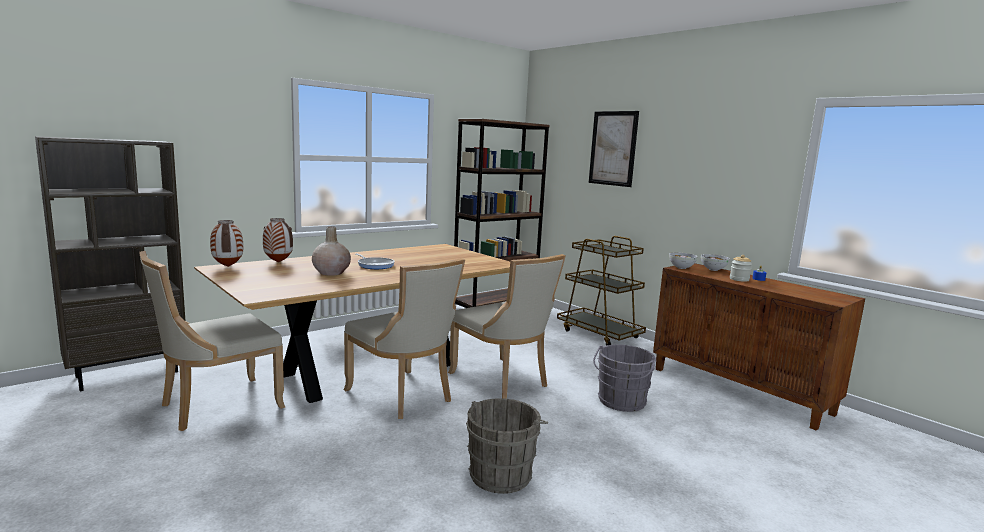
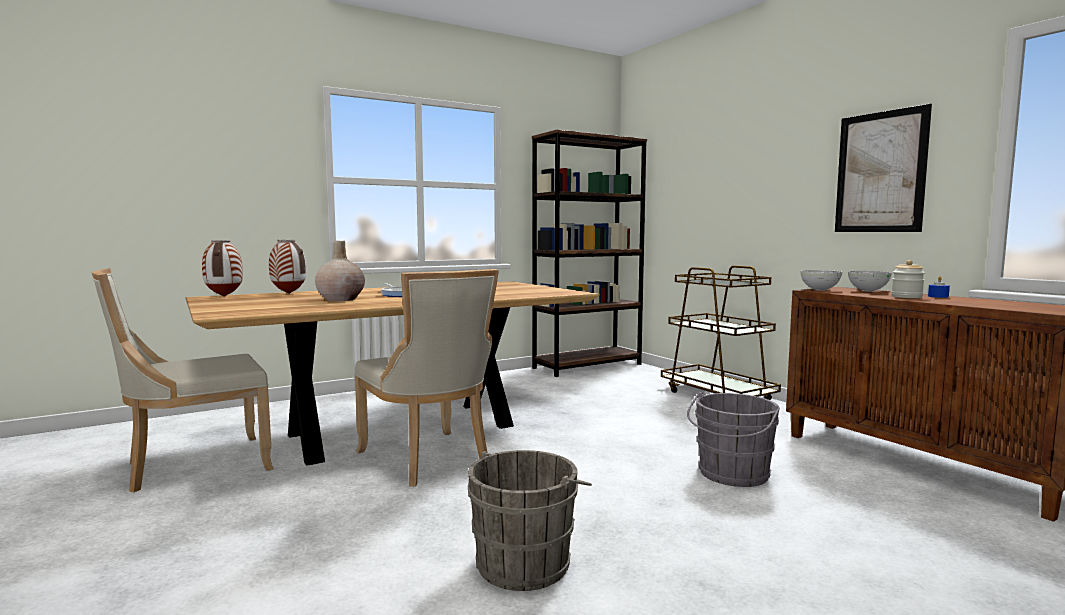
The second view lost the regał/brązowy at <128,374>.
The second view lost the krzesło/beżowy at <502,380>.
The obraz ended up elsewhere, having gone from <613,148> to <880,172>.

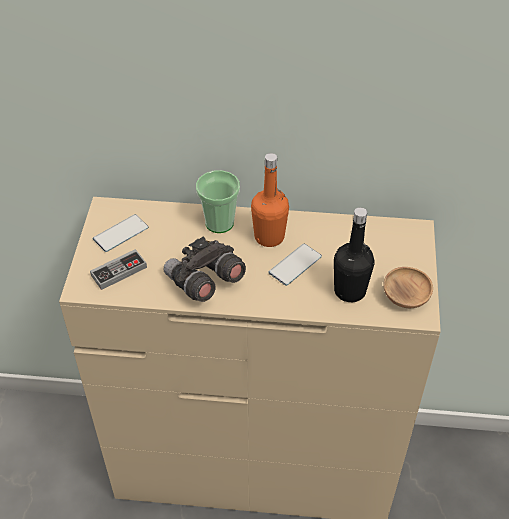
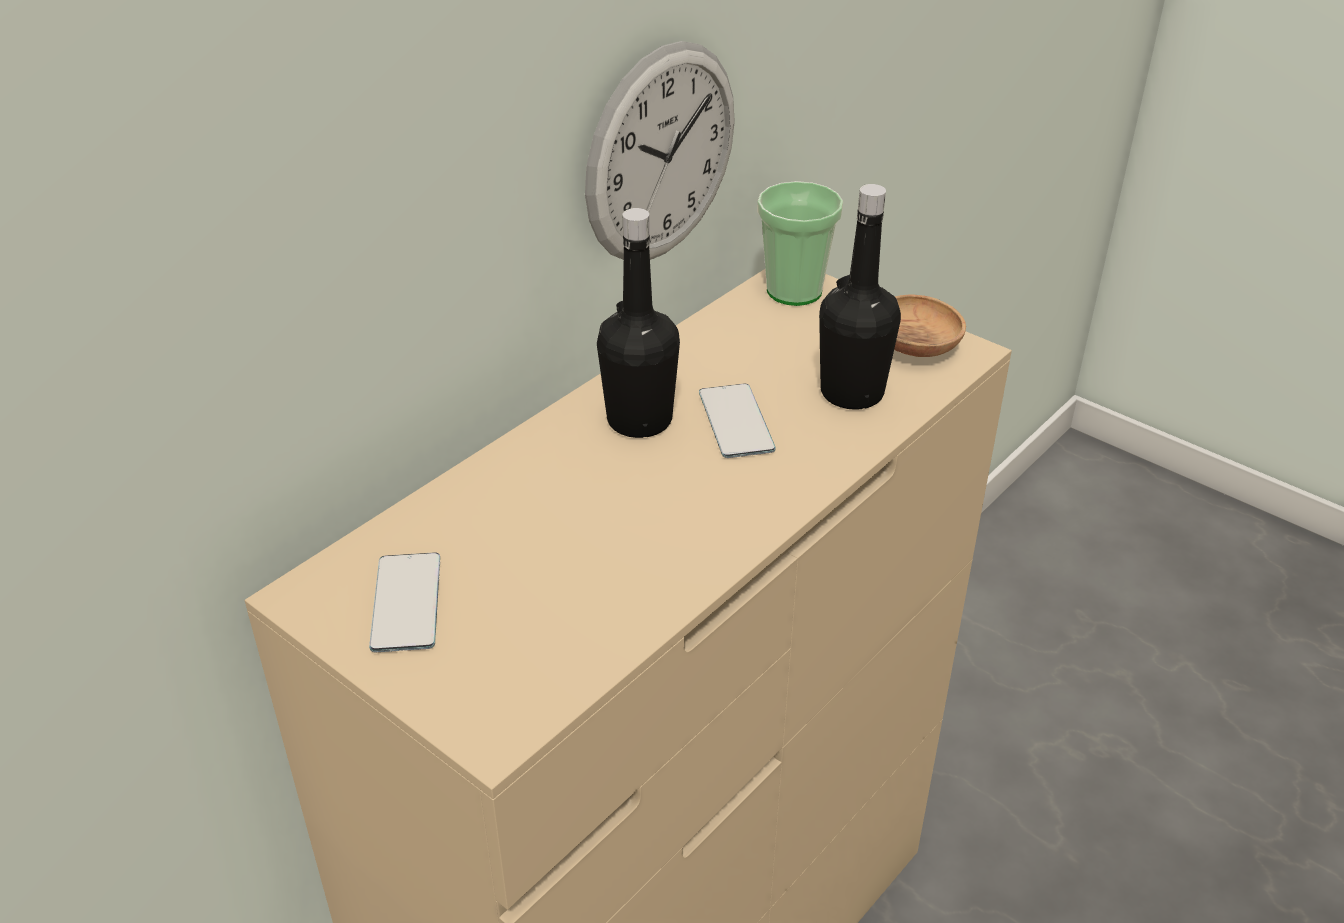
The second view lost the pad do gier at <119,271>.
The second view lost the lornetka/szary at <204,282>.
The second view gained the zegar ścienny at <662,154>.
The filiżanka ended up elsewhere, having gone from <219,223> to <794,291>.
What was the butelka/pomarańczowy at <269,237> turned into the butelka/czarny at <639,420>.

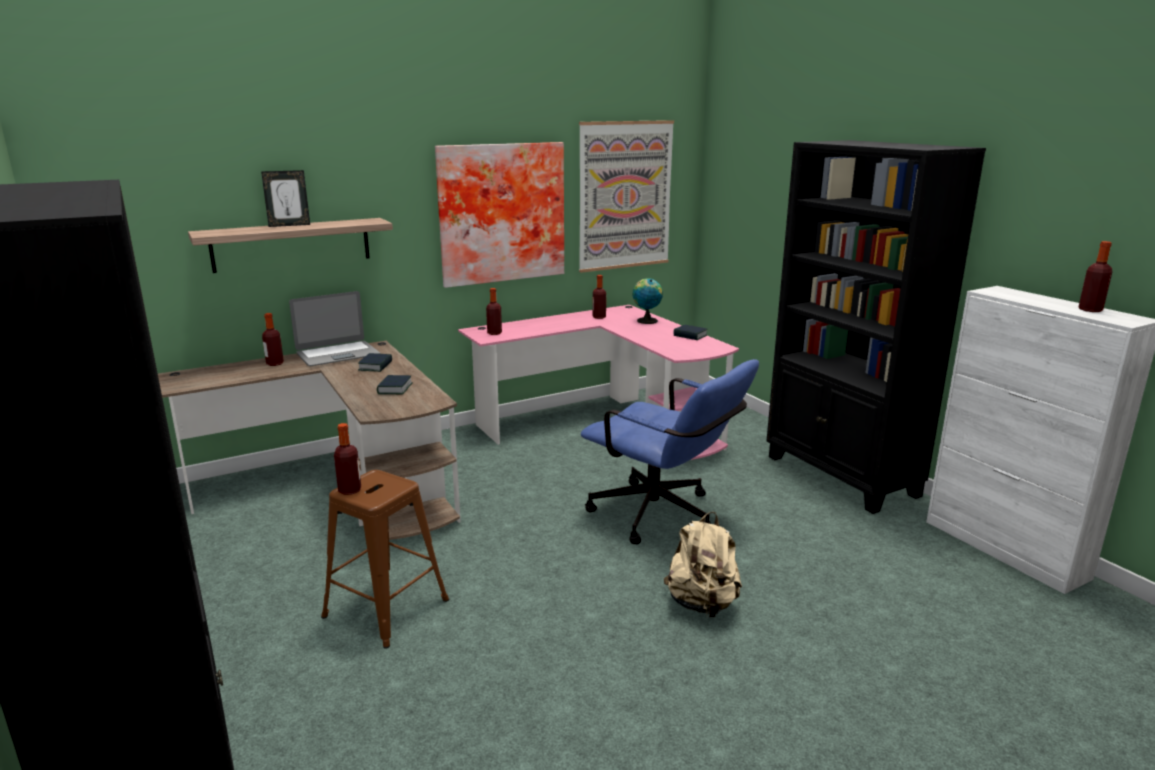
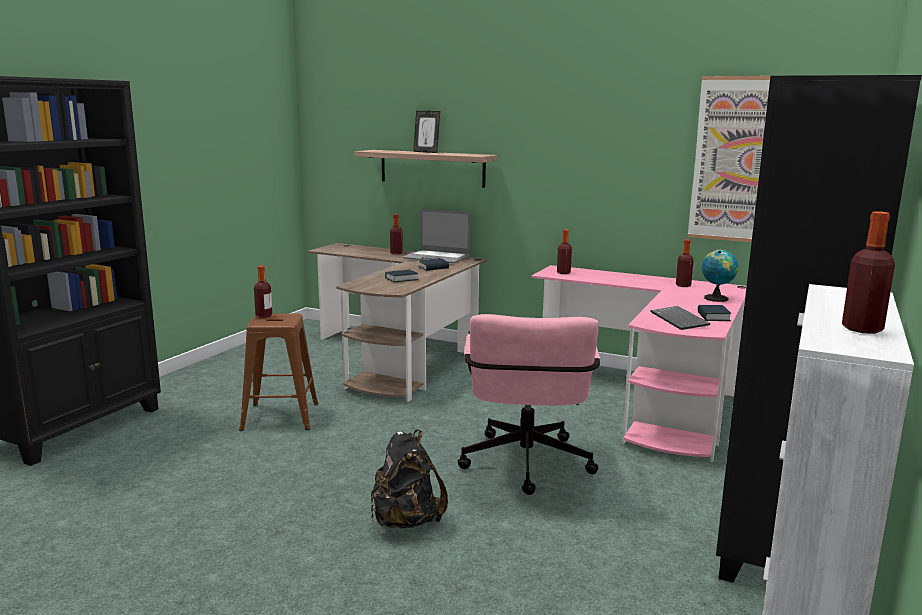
The second view lost the obraz at <500,213>.
The second view gained the klawiatura at <680,320>.
What was the krzesło biurowe/niebieski at <663,517> turned into the krzesło biurowe/różowy at <526,468>.
What was the plecak/beżowy at <702,604> turned into the plecak/czarny at <406,521>.

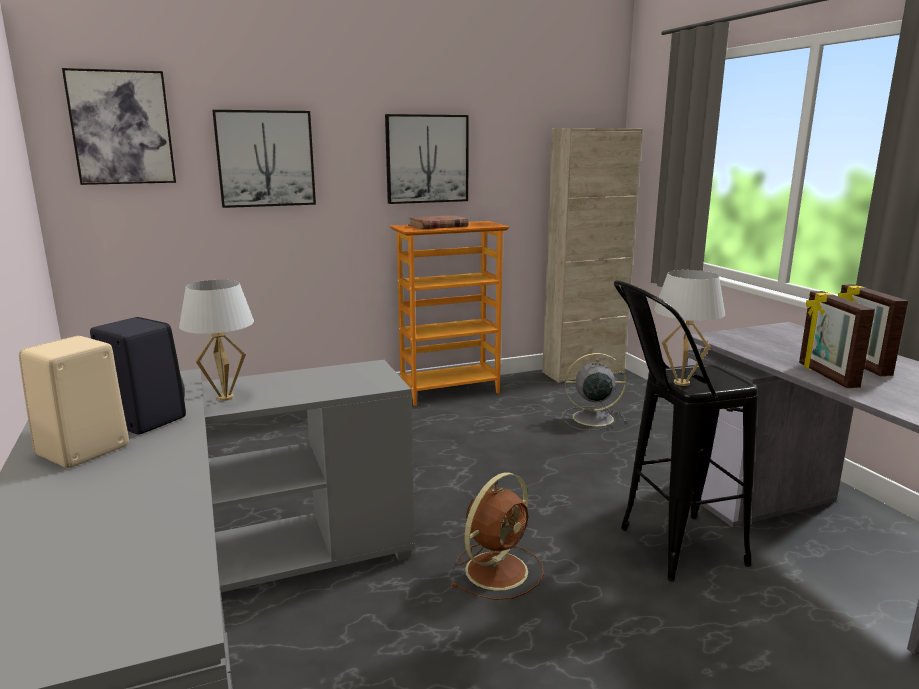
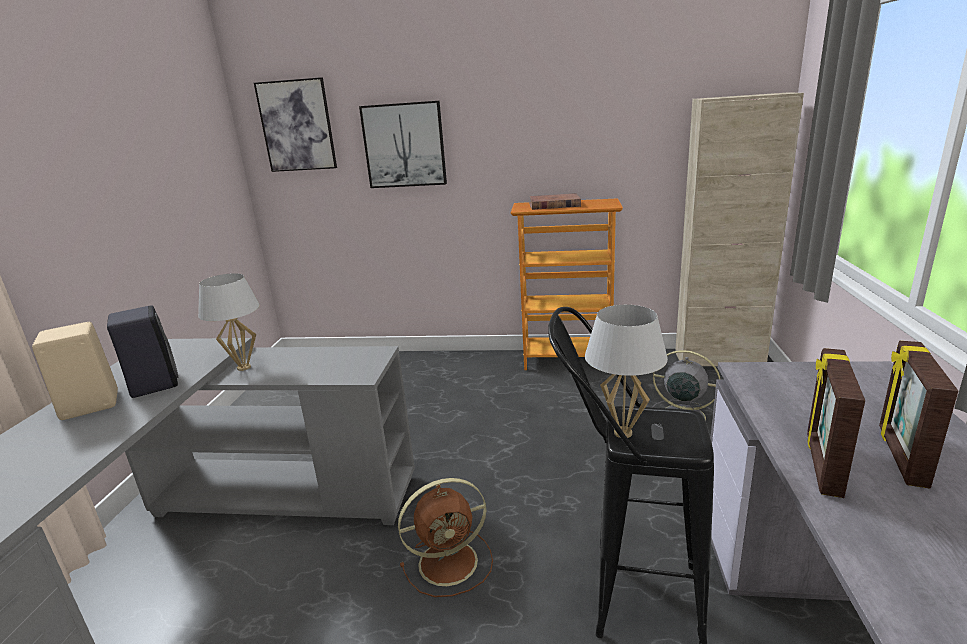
The second view lost the obraz at <427,159>.

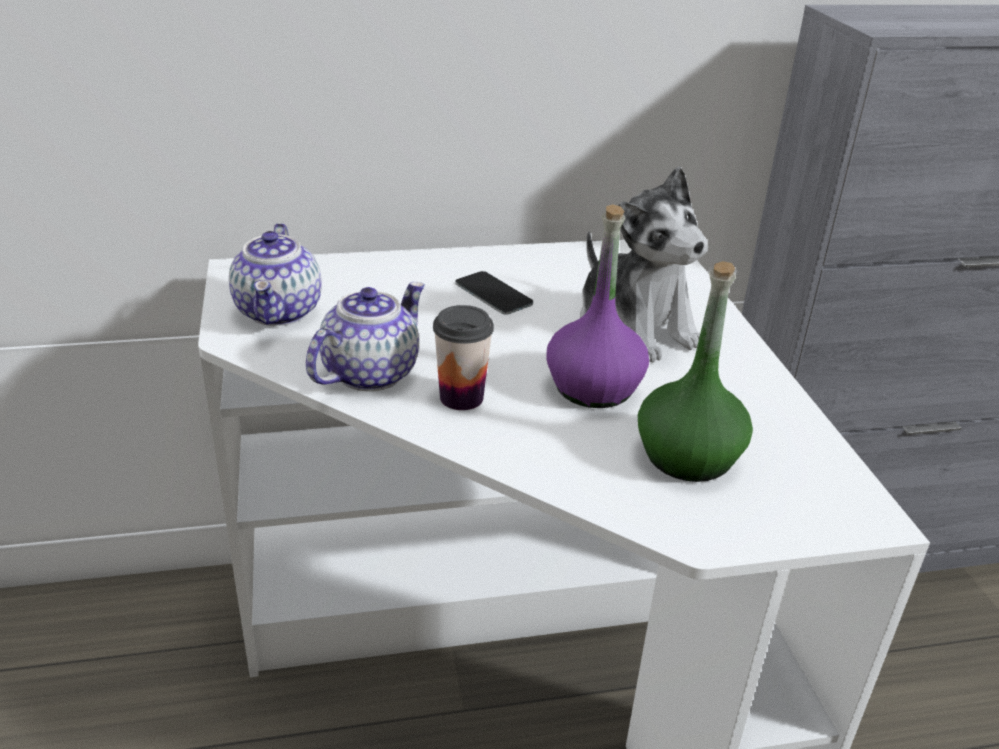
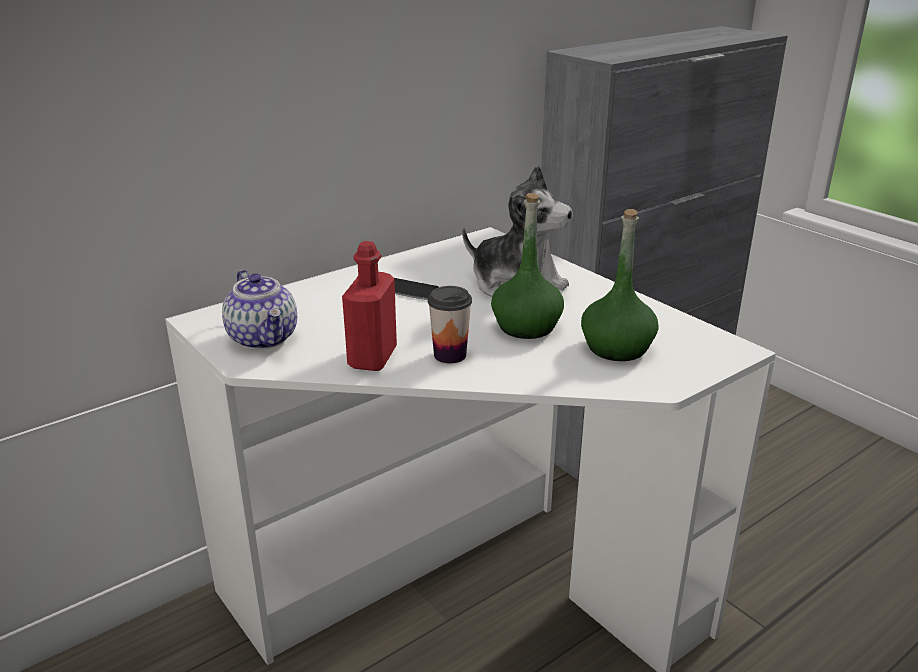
Where the imbryk stood at <370,372>, the butelka/czerwony came to stand at <372,358>.
What was the butelka/fioletowy at <594,388> turned into the butelka/zielony at <526,327>.

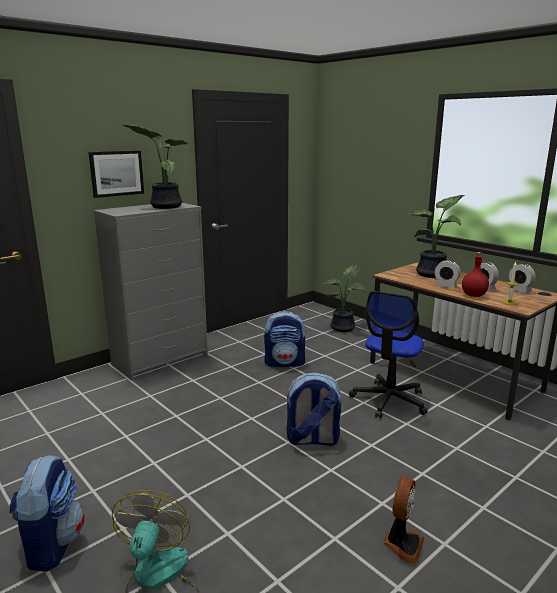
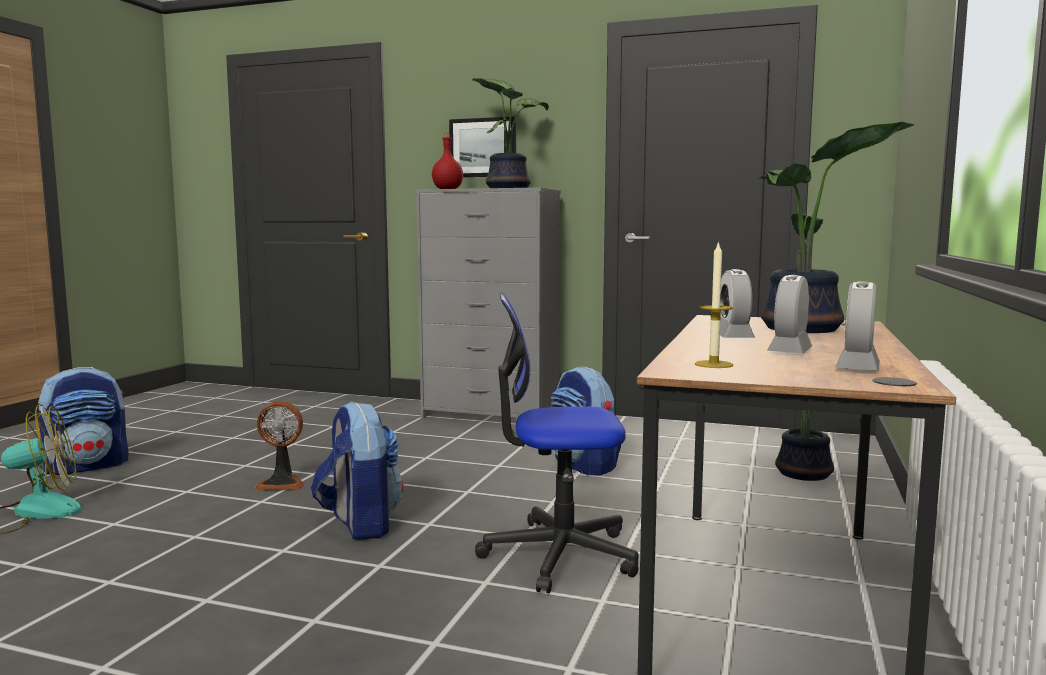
The wentylator ended up elsewhere, having gone from <402,544> to <282,483>.
The butelka/czerwony ended up elsewhere, having gone from <473,295> to <448,189>.

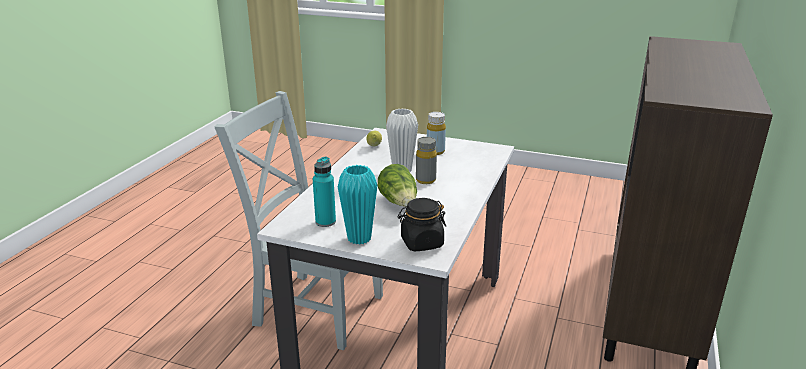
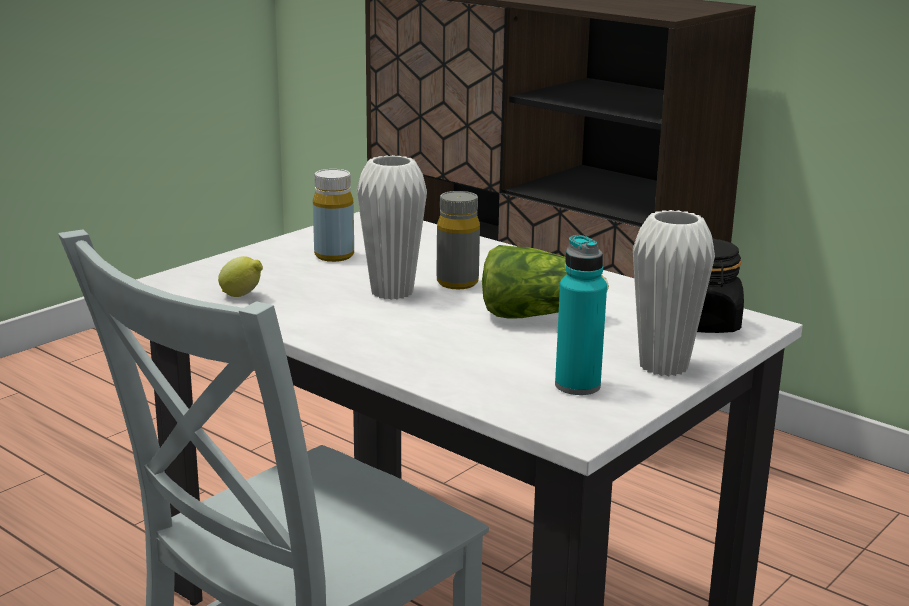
What was the wazon/turkusowy at <359,238> turned into the wazon/biały at <663,366>.

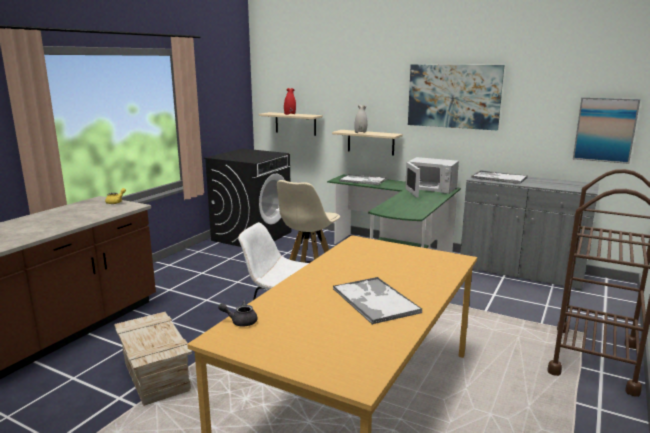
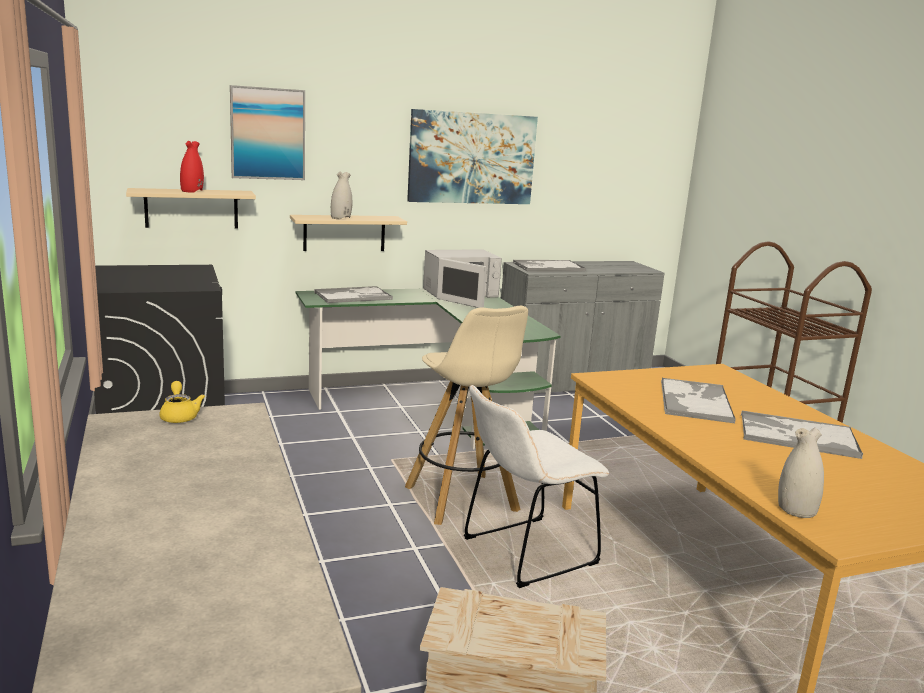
The second view gained the taca at <695,401>.
The obraz ended up elsewhere, having gone from <605,130> to <268,133>.
Where the imbryk/szary stood at <240,321>, the wazon/biały came to stand at <796,510>.

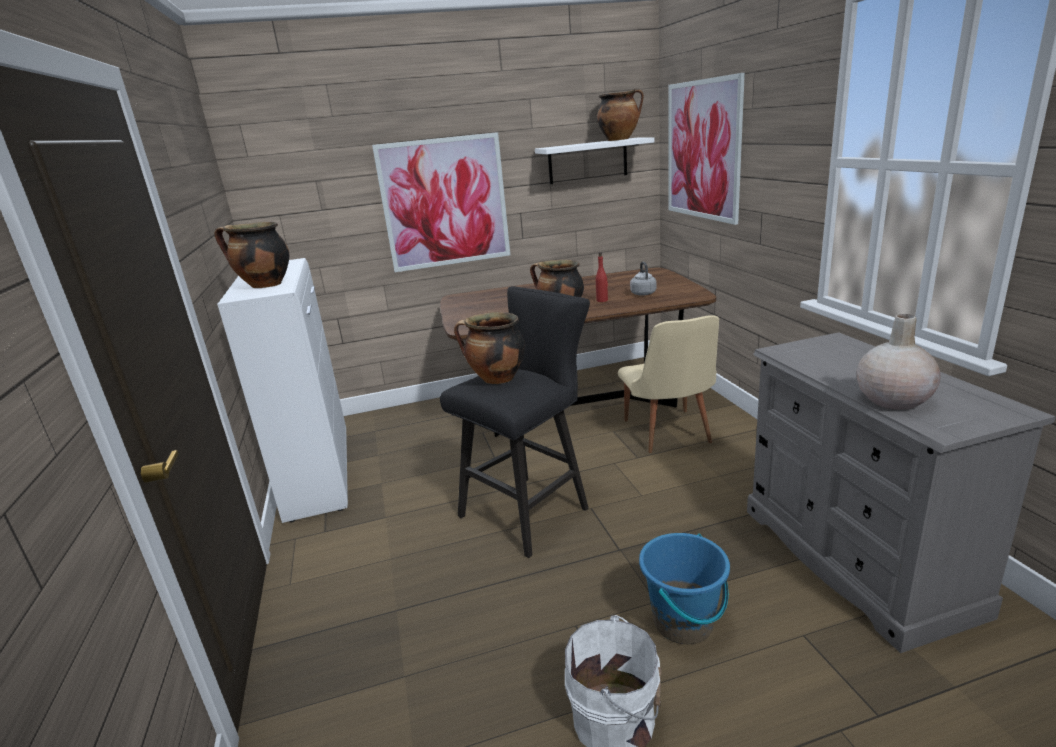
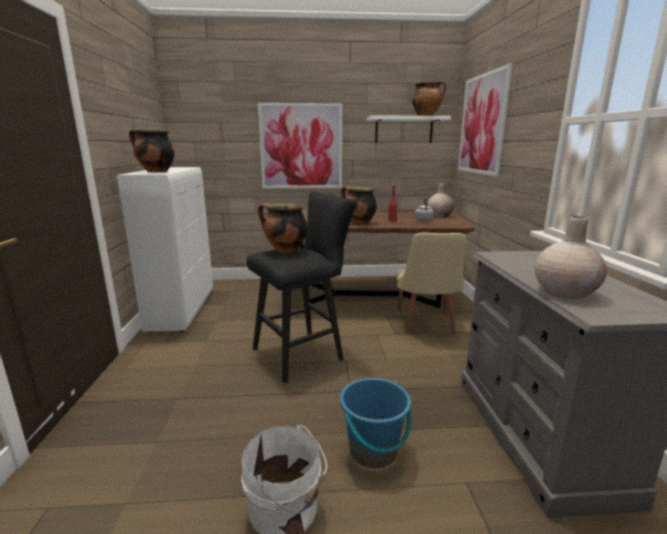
The second view gained the wazon/beżowy at <439,216>.

